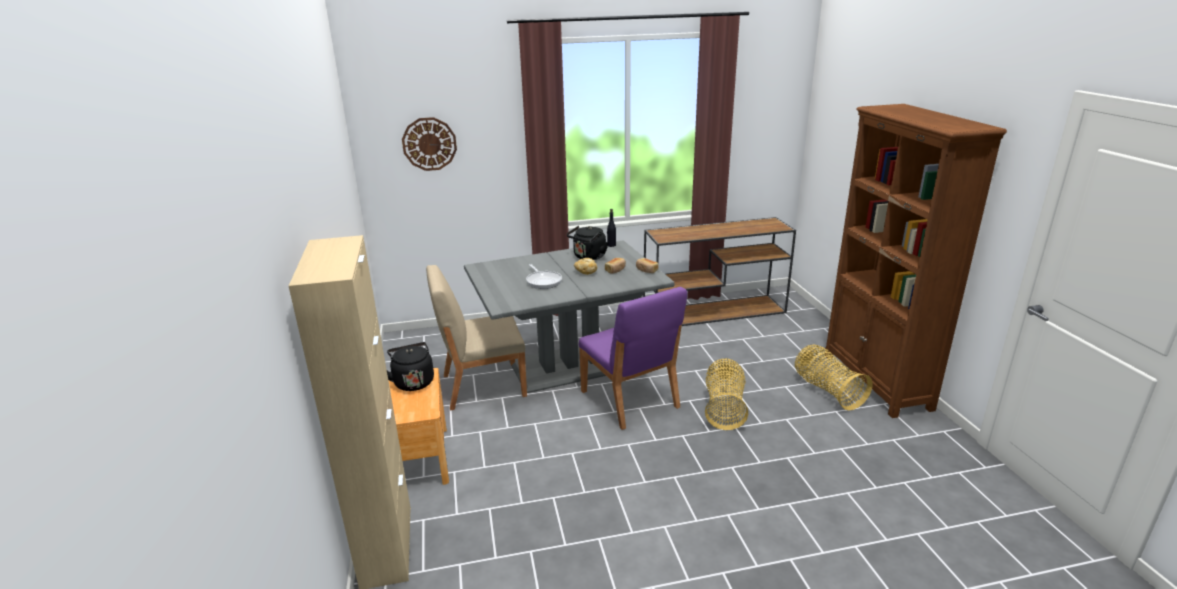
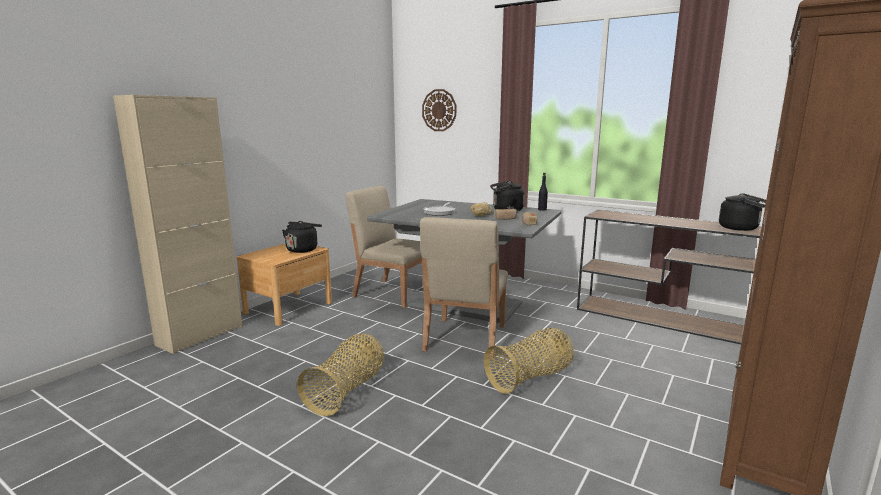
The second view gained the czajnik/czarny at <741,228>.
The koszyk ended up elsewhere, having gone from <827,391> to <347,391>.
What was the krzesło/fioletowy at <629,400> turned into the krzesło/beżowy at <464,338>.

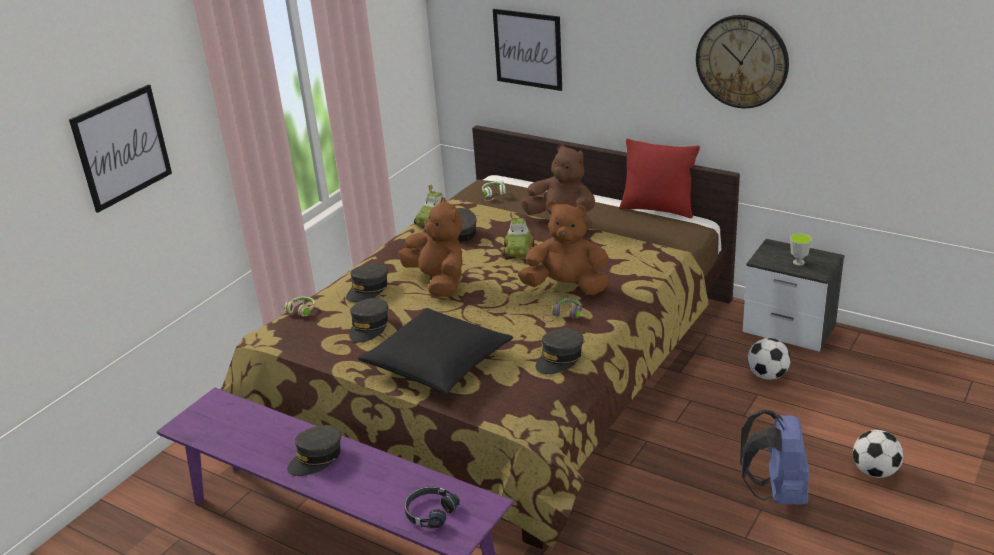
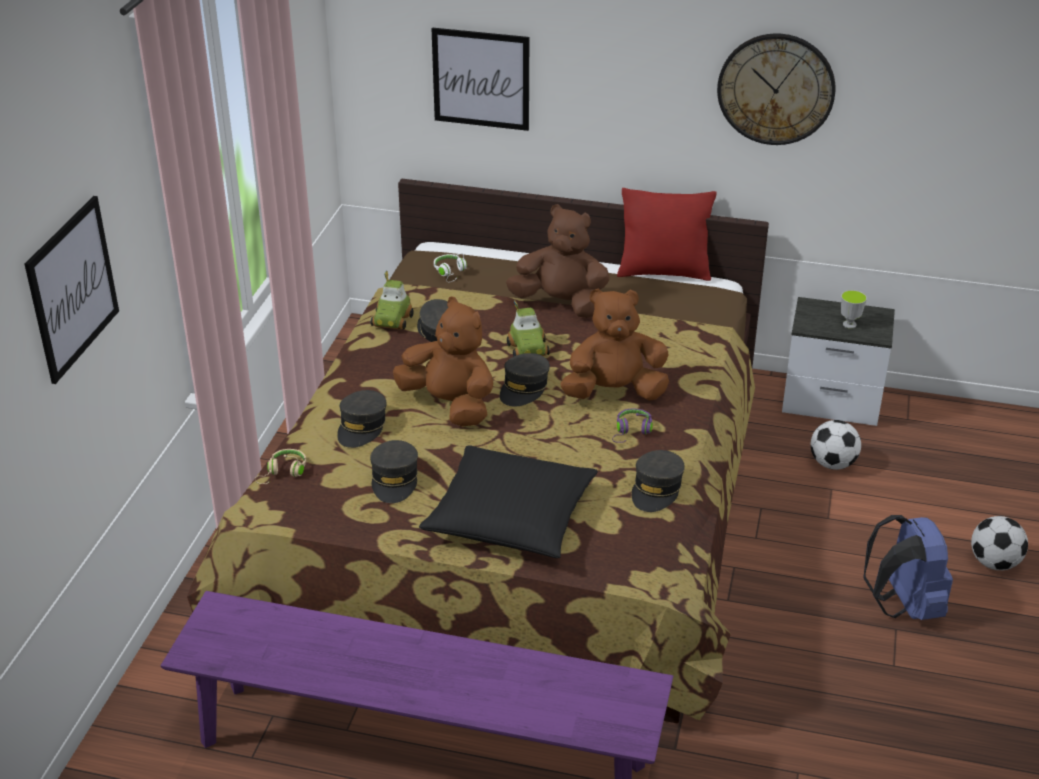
The second view lost the słuchawki/czarny at <430,512>.
The czapka z daszkiem/szary ended up elsewhere, having gone from <316,458> to <524,388>.

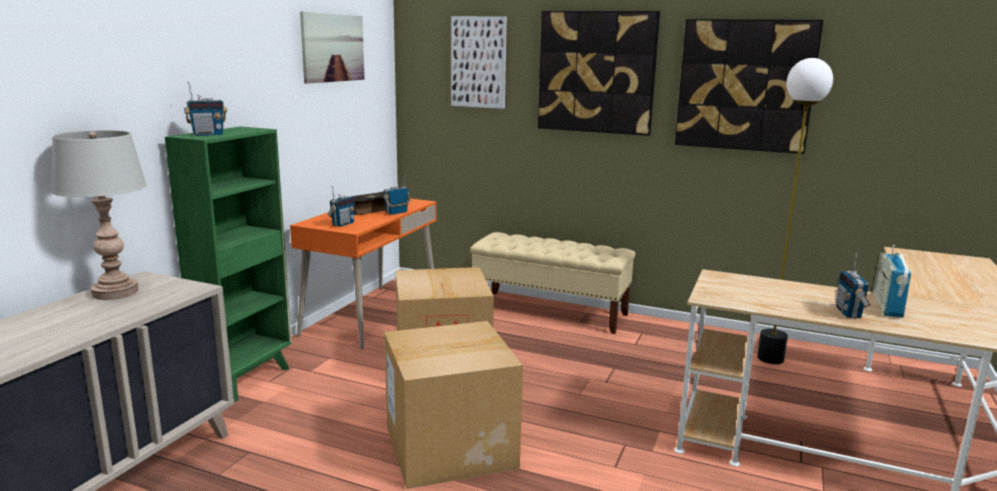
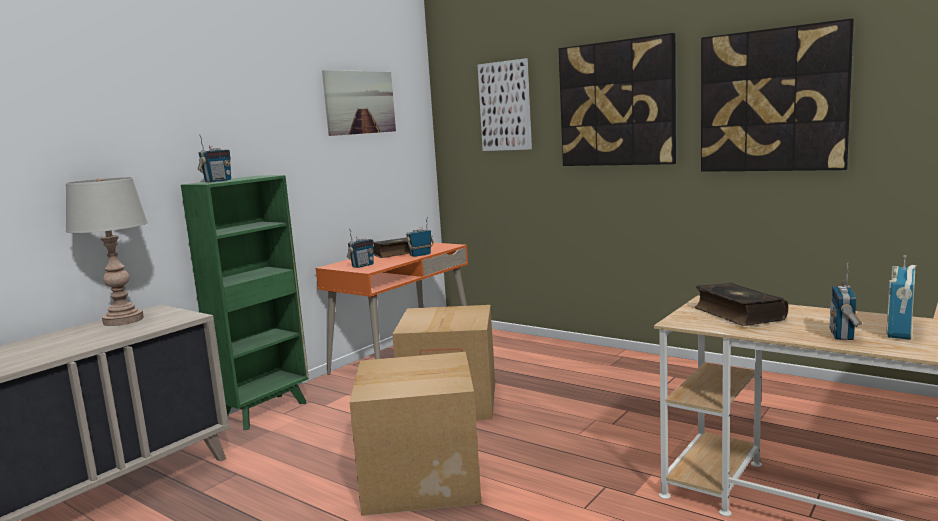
The second view lost the ławka/beżowy at <550,311>.
The second view lost the lampa stojąca at <771,358>.
The second view gained the książka at <737,314>.
The radio at <208,135> ended up facing another way, 45 degrees counterclockwise from before.

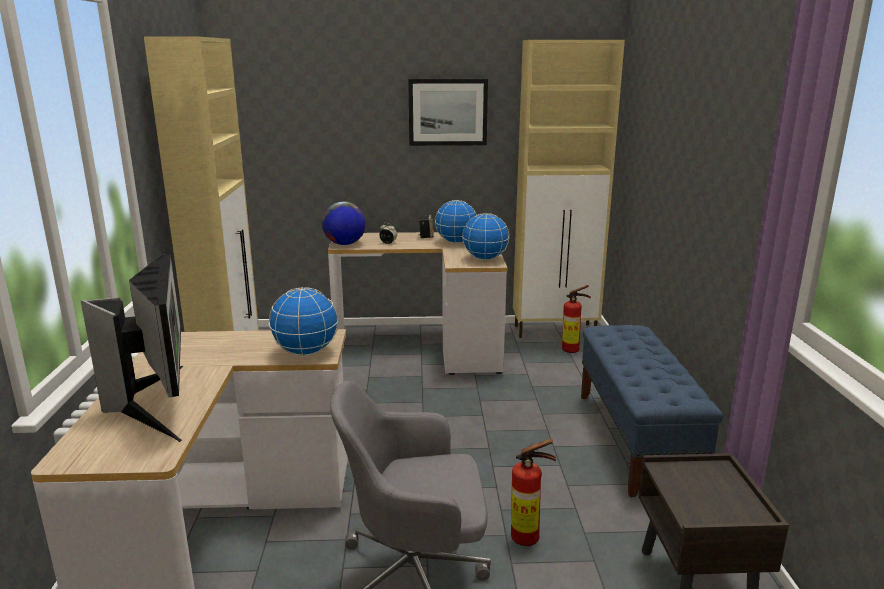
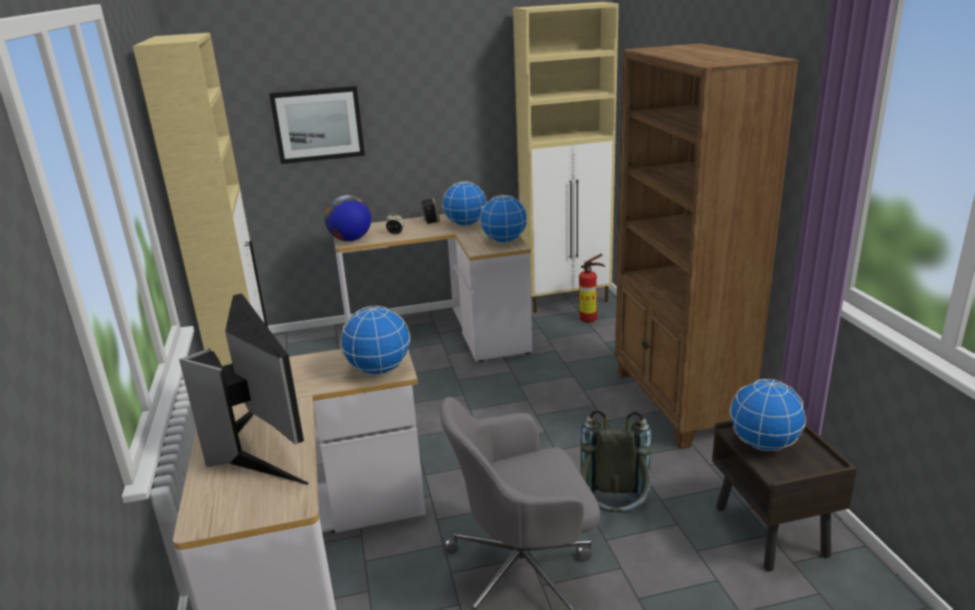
The second view gained the globus at <763,444>.
The obraz ended up elsewhere, having gone from <448,112> to <318,124>.
Where the gaśnica stood at <529,539>, the plecak/szary came to stand at <614,514>.
Where the ławka/niebieski stood at <635,440>, the regał/brązowy came to stand at <678,403>.

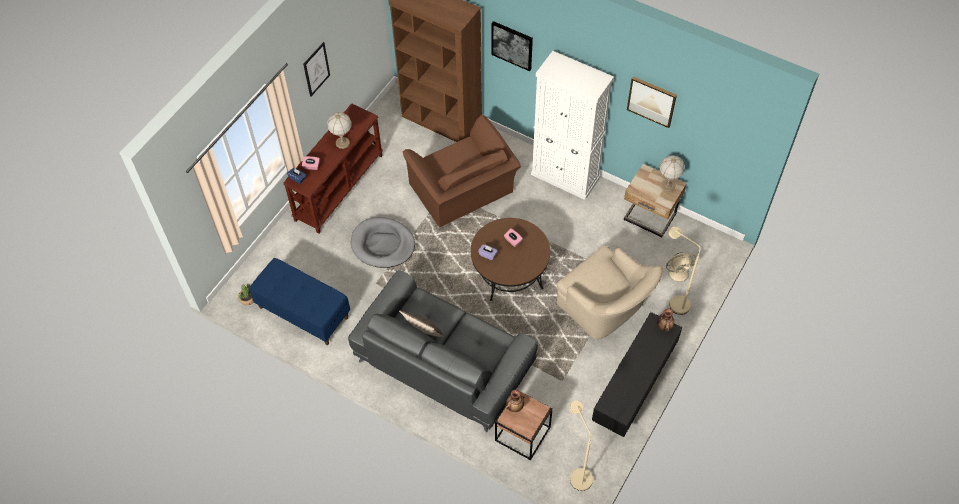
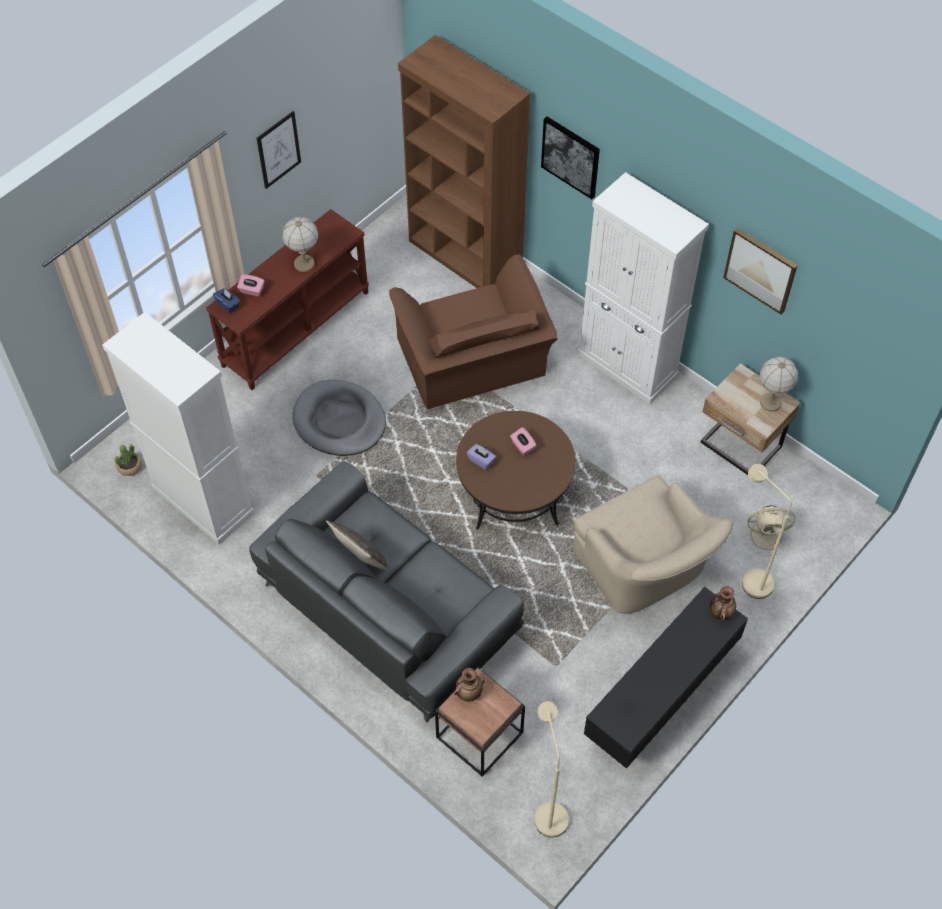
Where the ławka/niebieski stood at <303,312>, the szafka/biały came to stand at <203,500>.

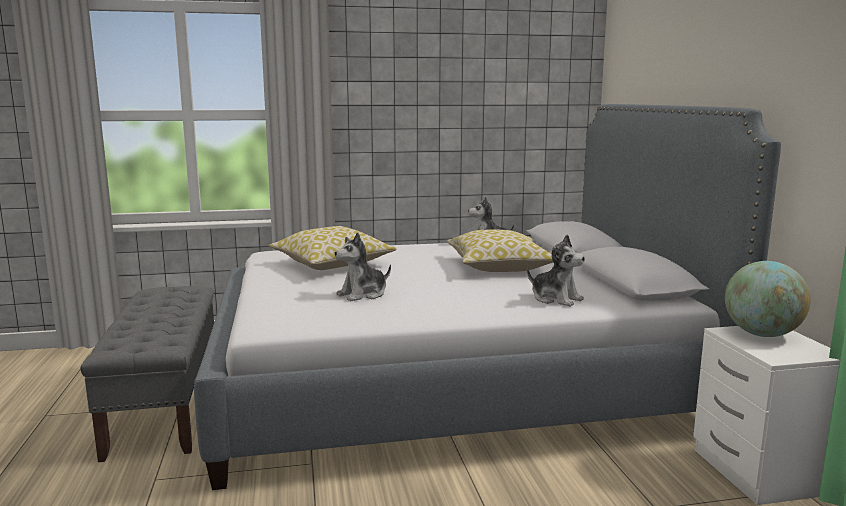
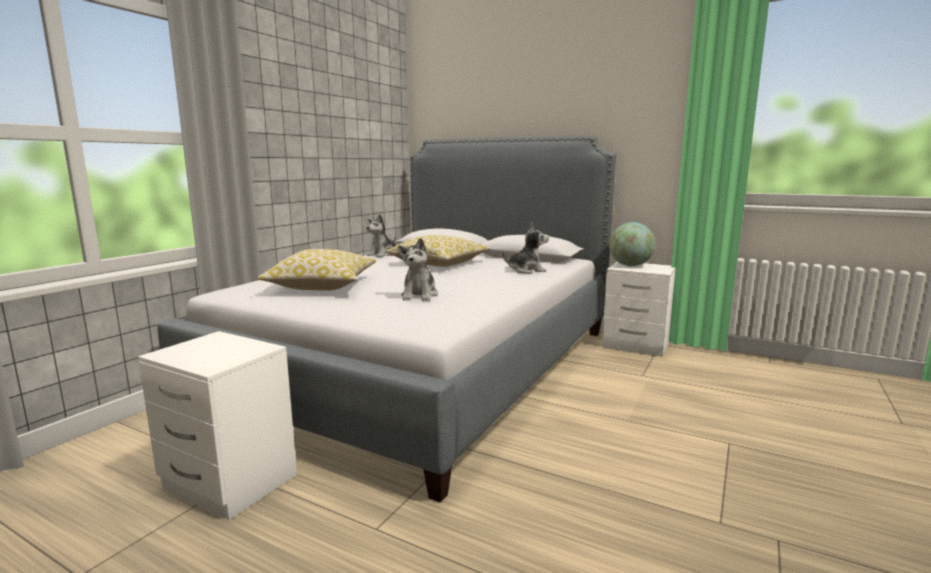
Where the ławka/szary stood at <166,404>, the szafka nocna/biały came to stand at <229,483>.

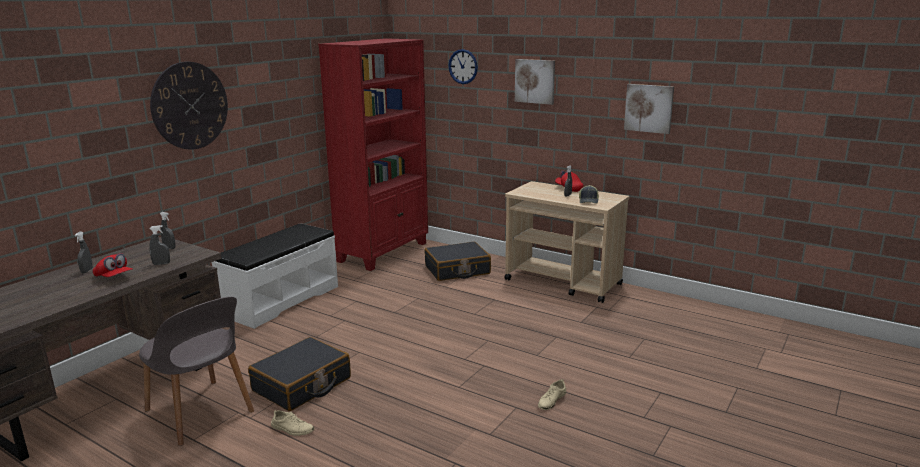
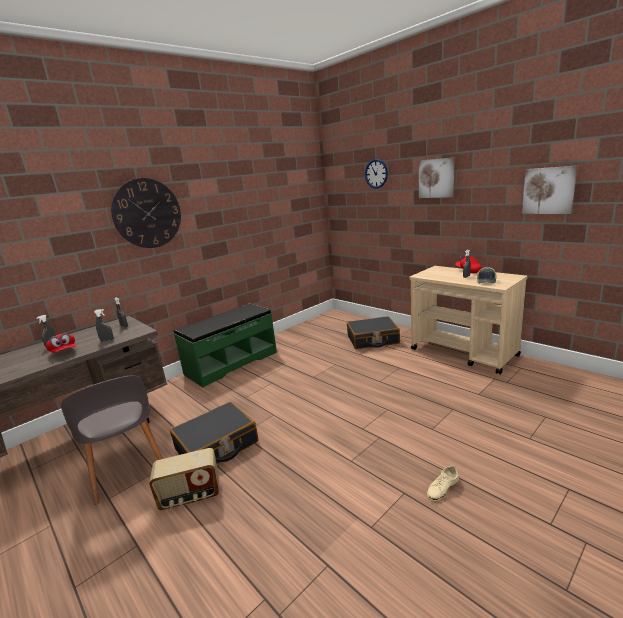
The second view lost the regał/czerwony at <384,252>.
Where the but/beżowy stood at <292,429>, the radio came to stand at <190,496>.
What was the ławka/biały at <280,300> turned into the ławka/zielony at <231,363>.

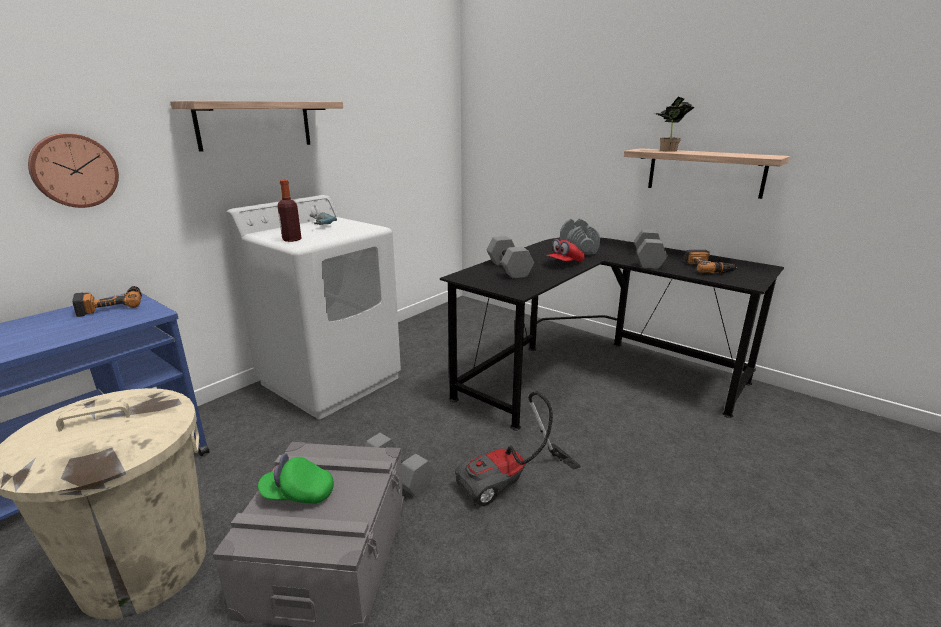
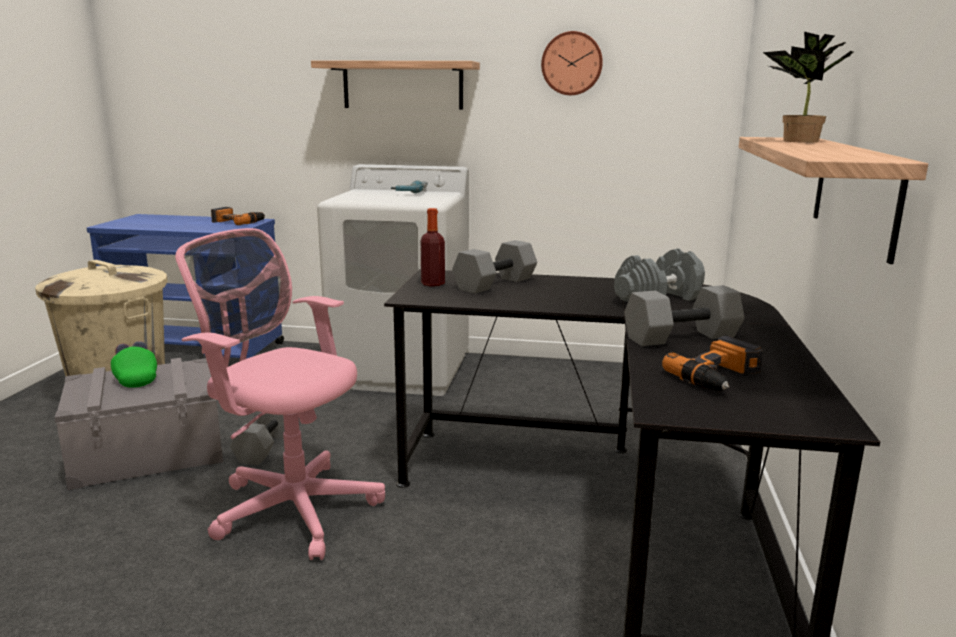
The second view lost the czapka z daszkiem/czerwony at <564,263>.
The zegar ścienny ended up elsewhere, having gone from <74,170> to <572,63>.
The butelka ended up elsewhere, having gone from <292,240> to <433,284>.
Where the odkurzacz stood at <511,483>, the krzesło biurowe/różowy came to stand at <291,506>.

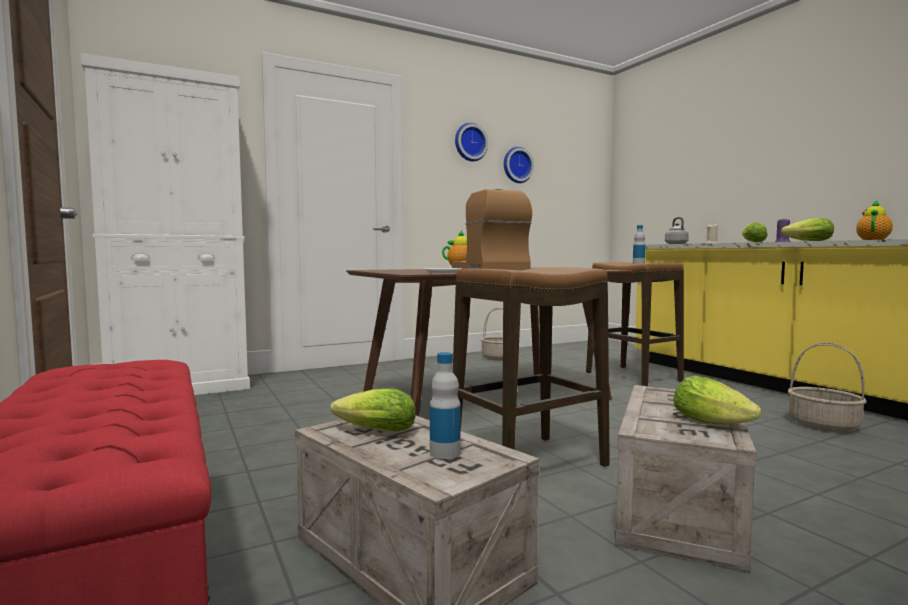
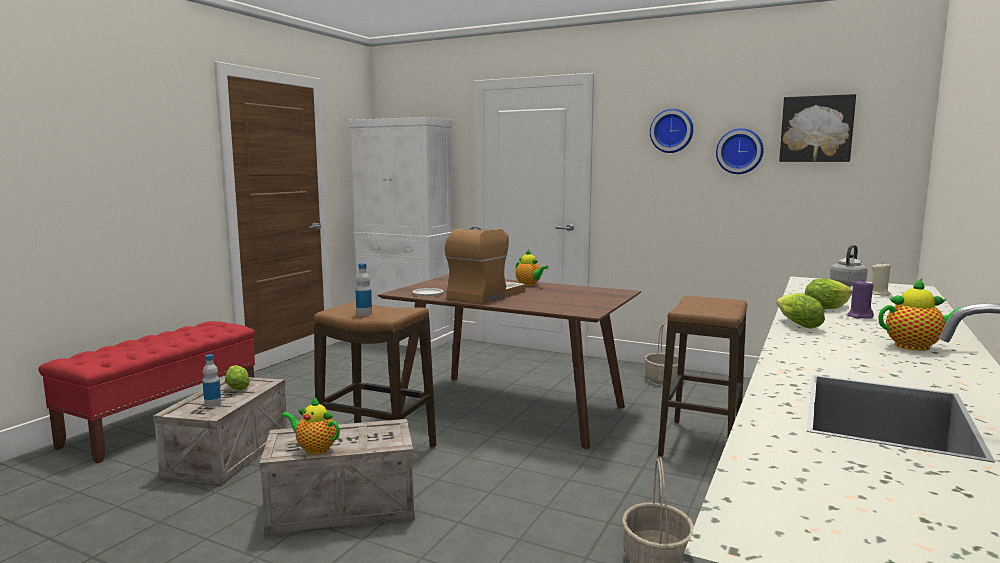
The second view gained the obraz at <816,129>.
The butelka ended up elsewhere, having gone from <638,263> to <364,314>.
Where the sałata stood at <715,423>, the imbryk came to stand at <314,449>.

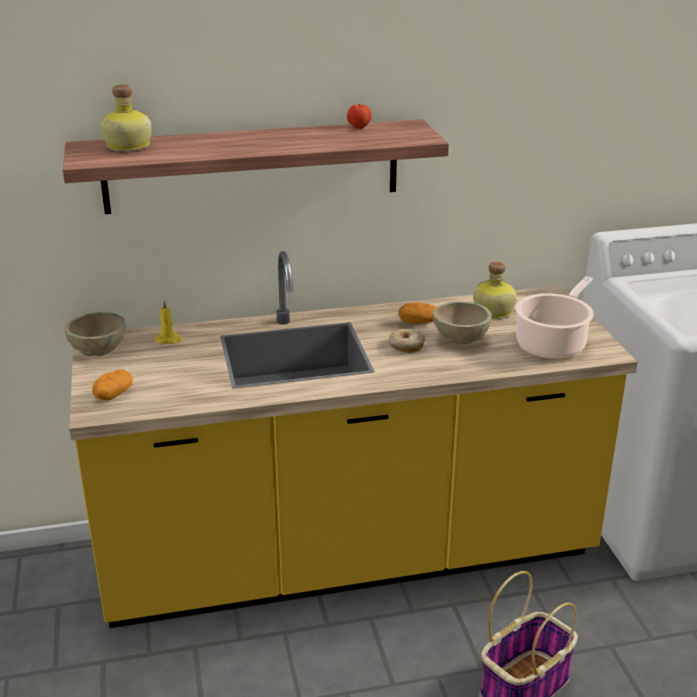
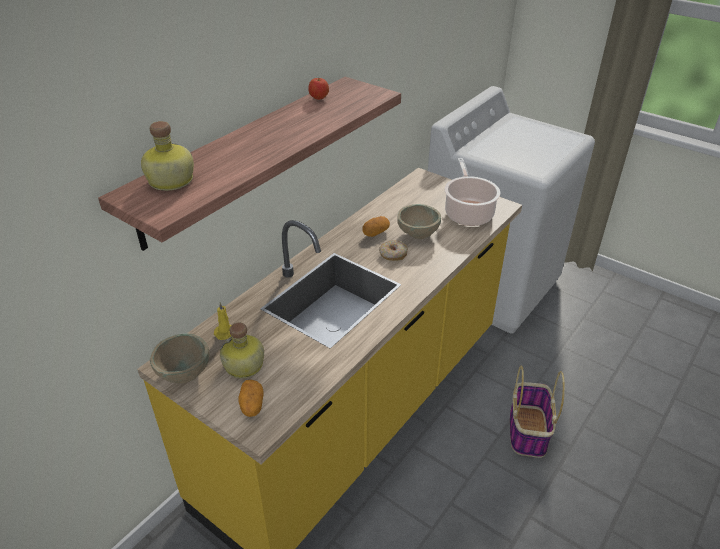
The butelka ended up elsewhere, having gone from <493,312> to <244,366>.

